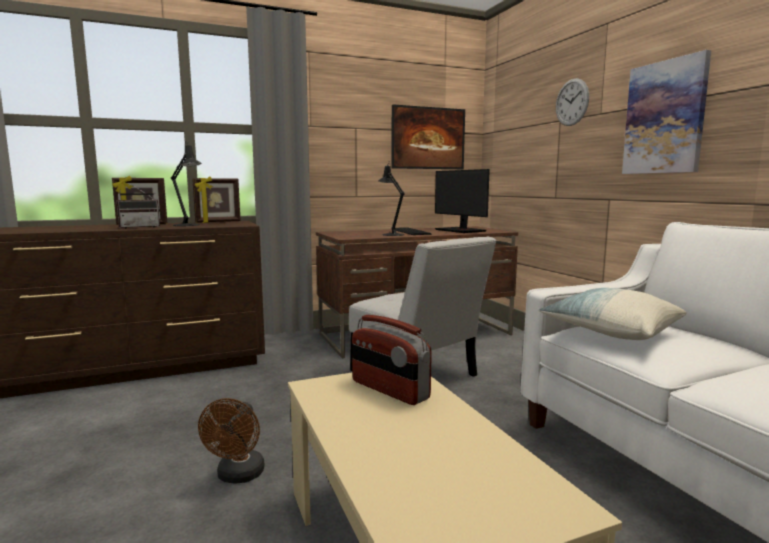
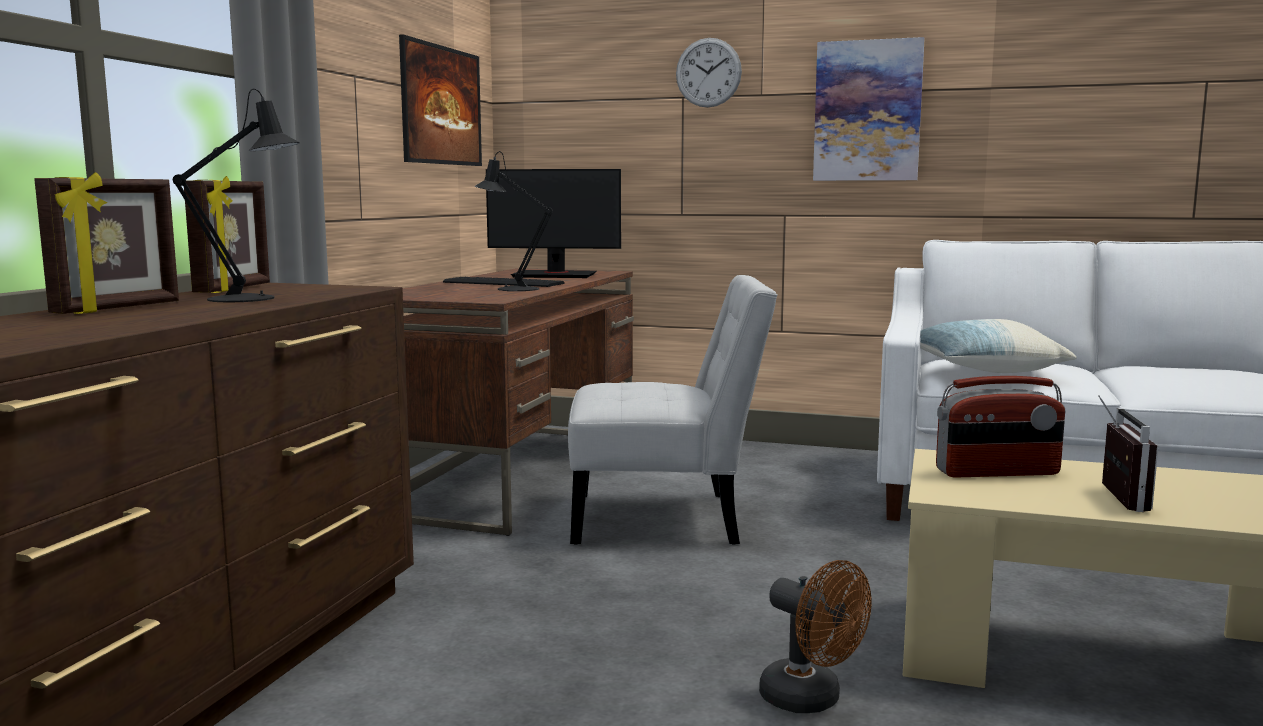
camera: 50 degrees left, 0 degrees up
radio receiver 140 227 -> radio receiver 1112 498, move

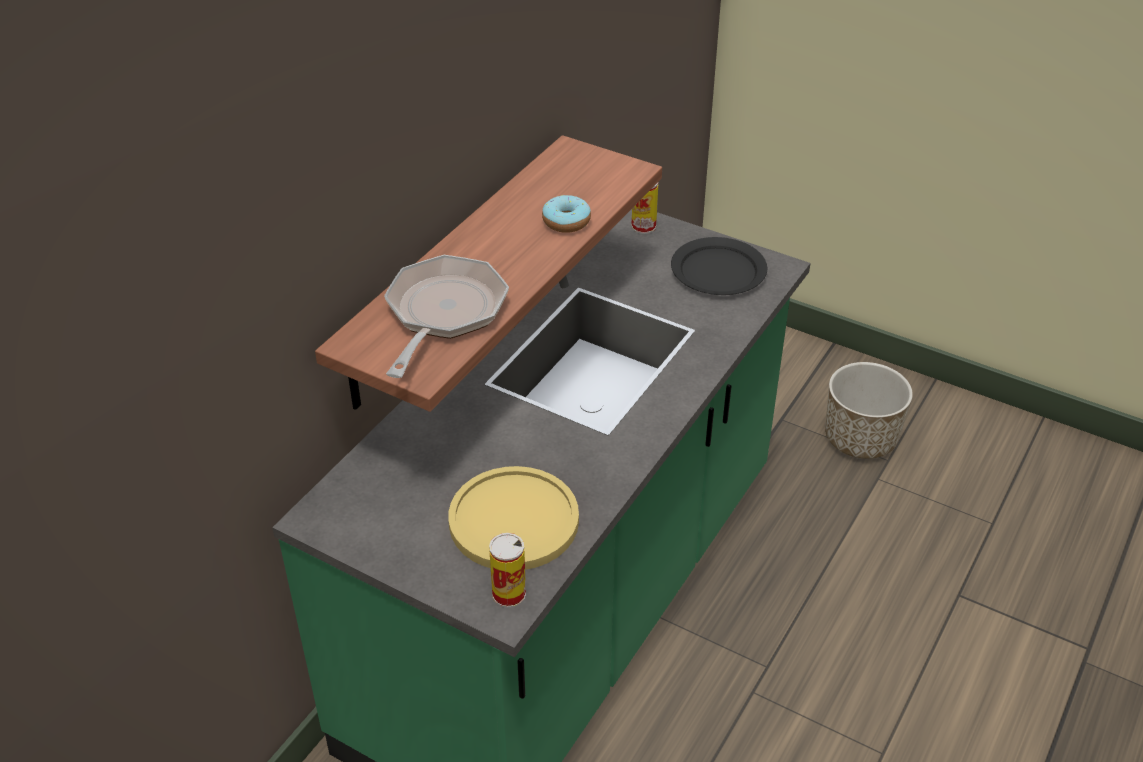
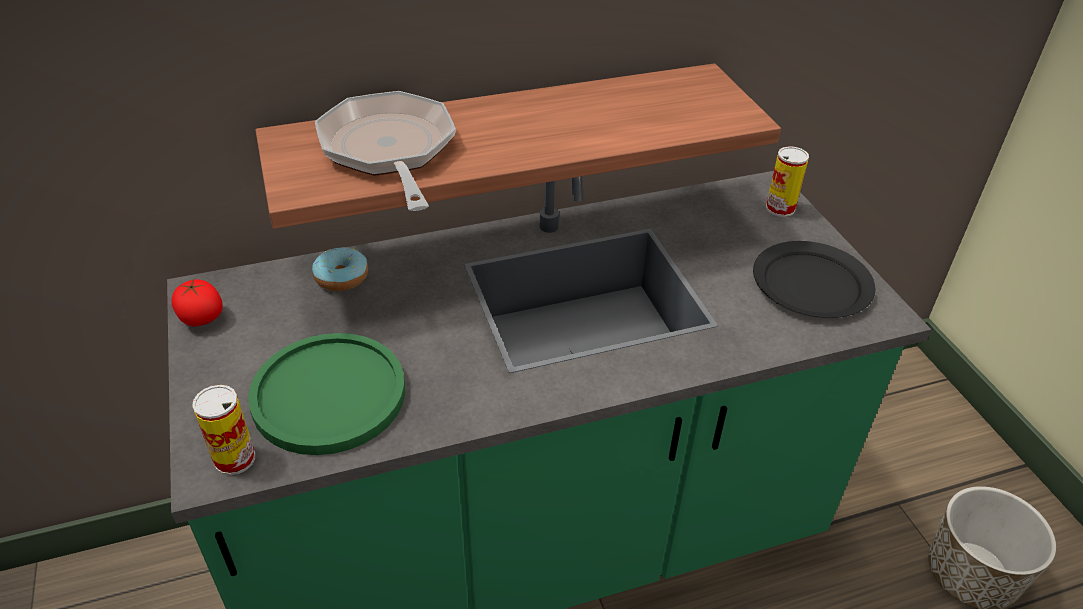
camera: 40 degrees right, 0 degrees up
none -> fresh tomato 201 318
yellow-coloured flat dish 514 520 -> green flat dish 329 395
donut 566 222 -> donut 342 277, move
frying pan 443 314 -> frying pan 389 152, 75 degrees counterclockwise

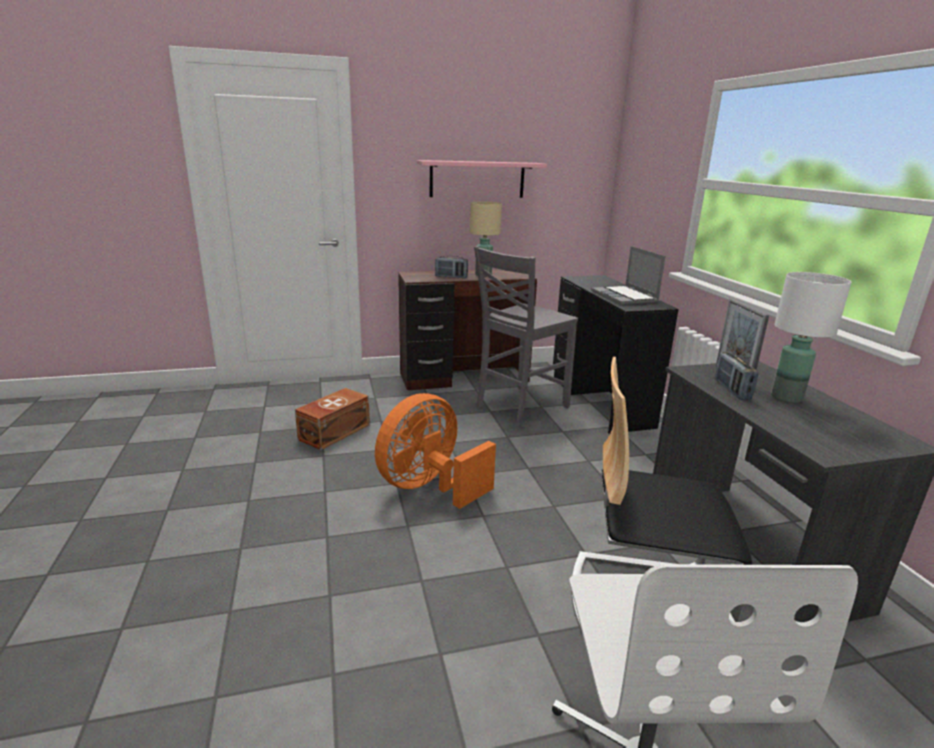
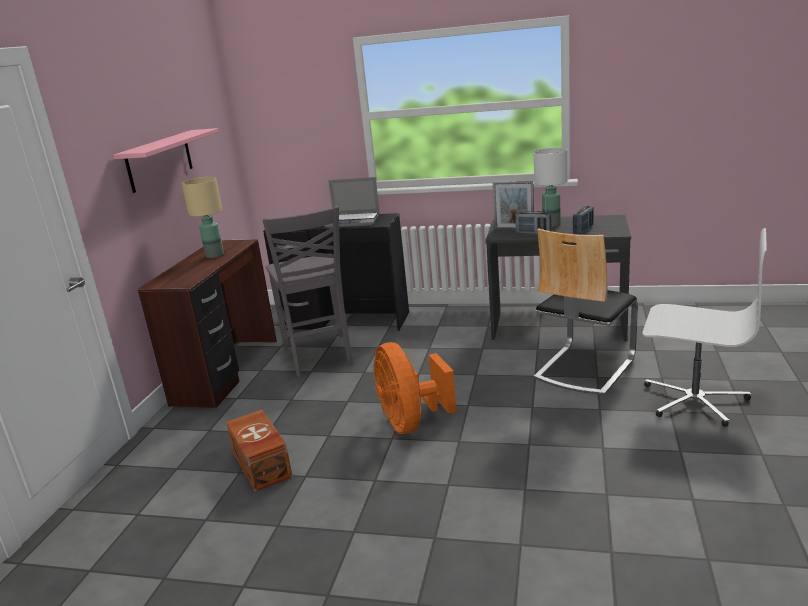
camera: 60 degrees left, 0 degrees up
radio receiver 451 277 -> radio receiver 583 230, move

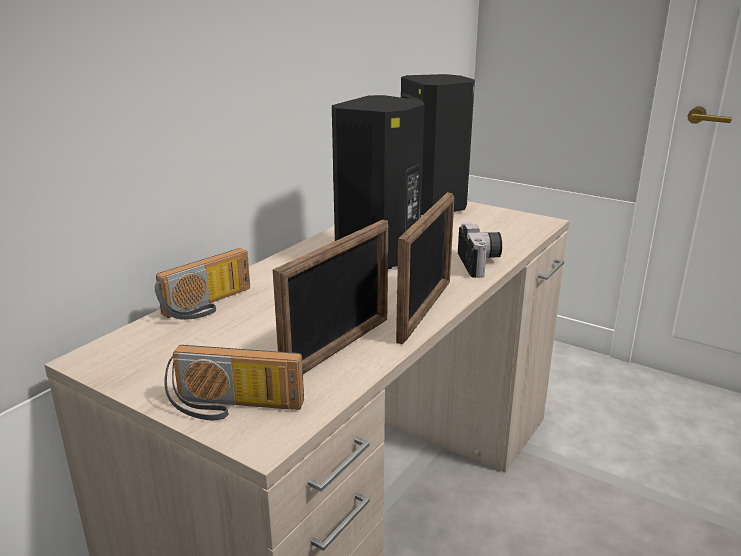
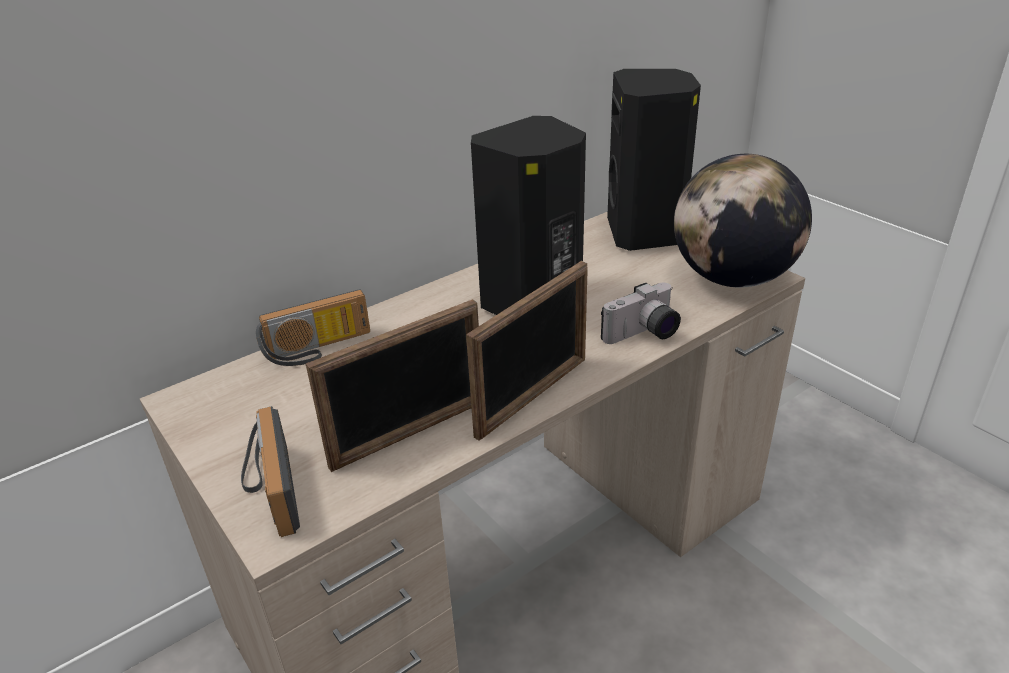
camera: 20 degrees right, 10 degrees up
radio receiver 233 408 -> radio receiver 268 490, 45 degrees clockwise
still camera 481 263 -> still camera 643 335, 45 degrees clockwise
none -> globe 732 278

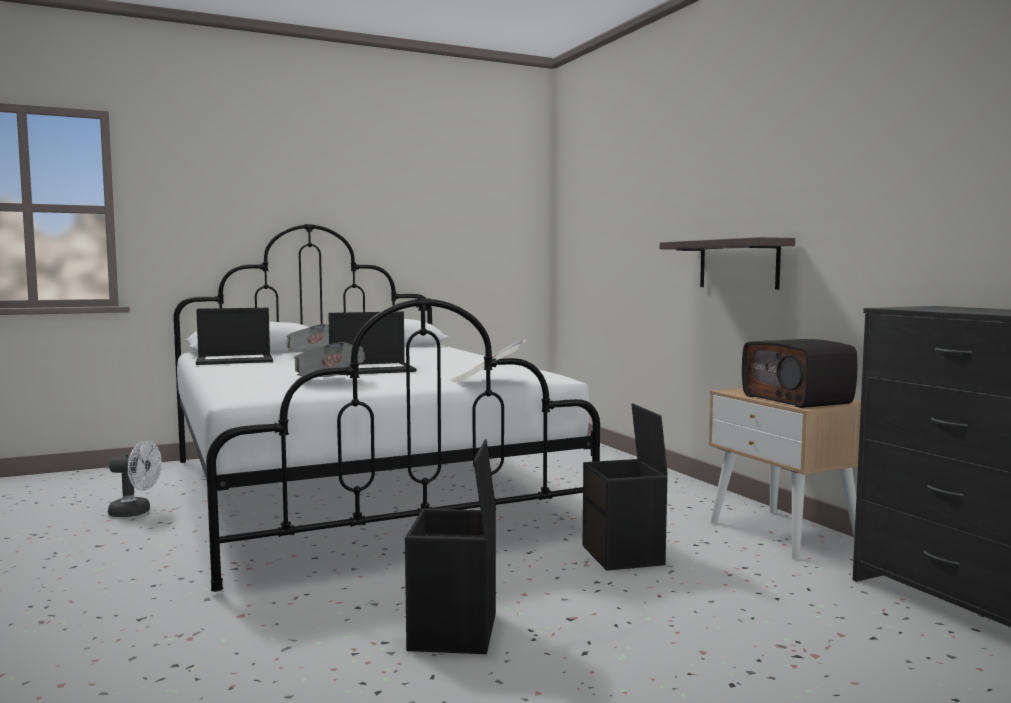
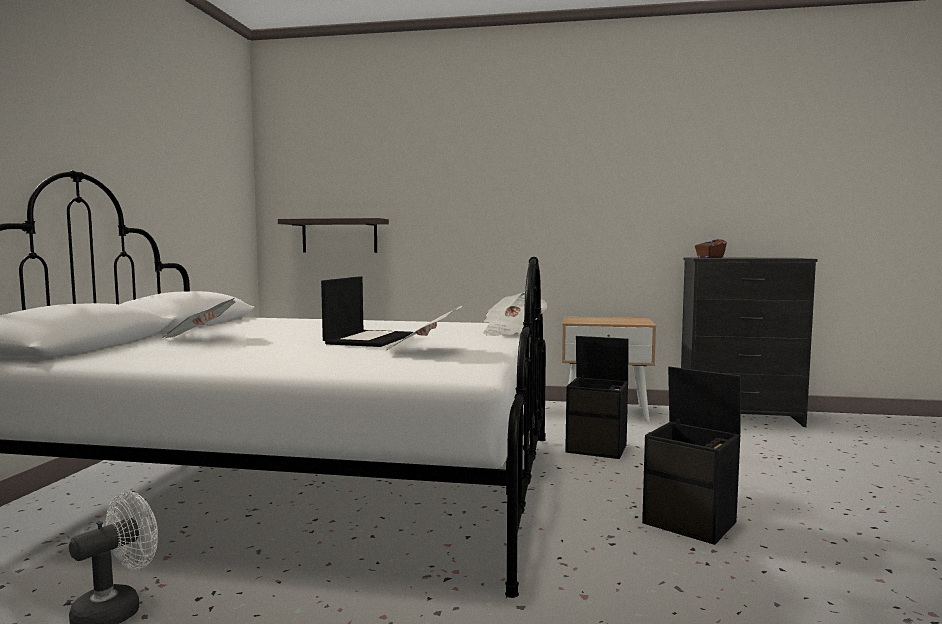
camera: 55 degrees left, 0 degrees up
bracket shelf 738 264 -> bracket shelf 339 236, move
none -> brown-coloured tissue box 709 257
portable computer 235 360 -> none
radio receiver 798 399 -> none

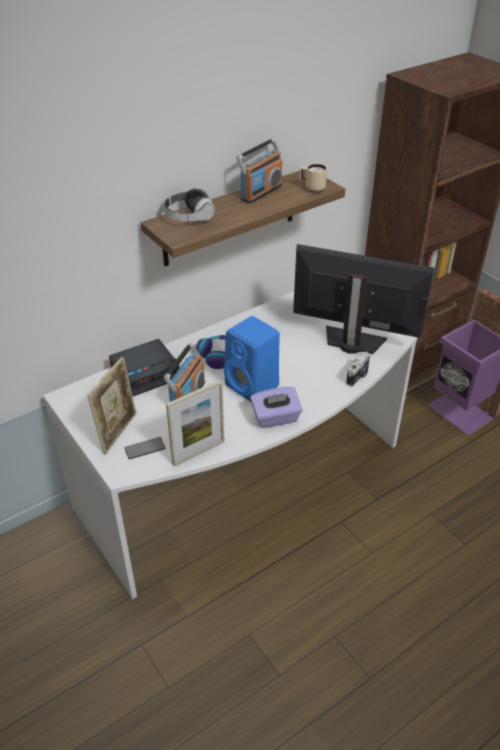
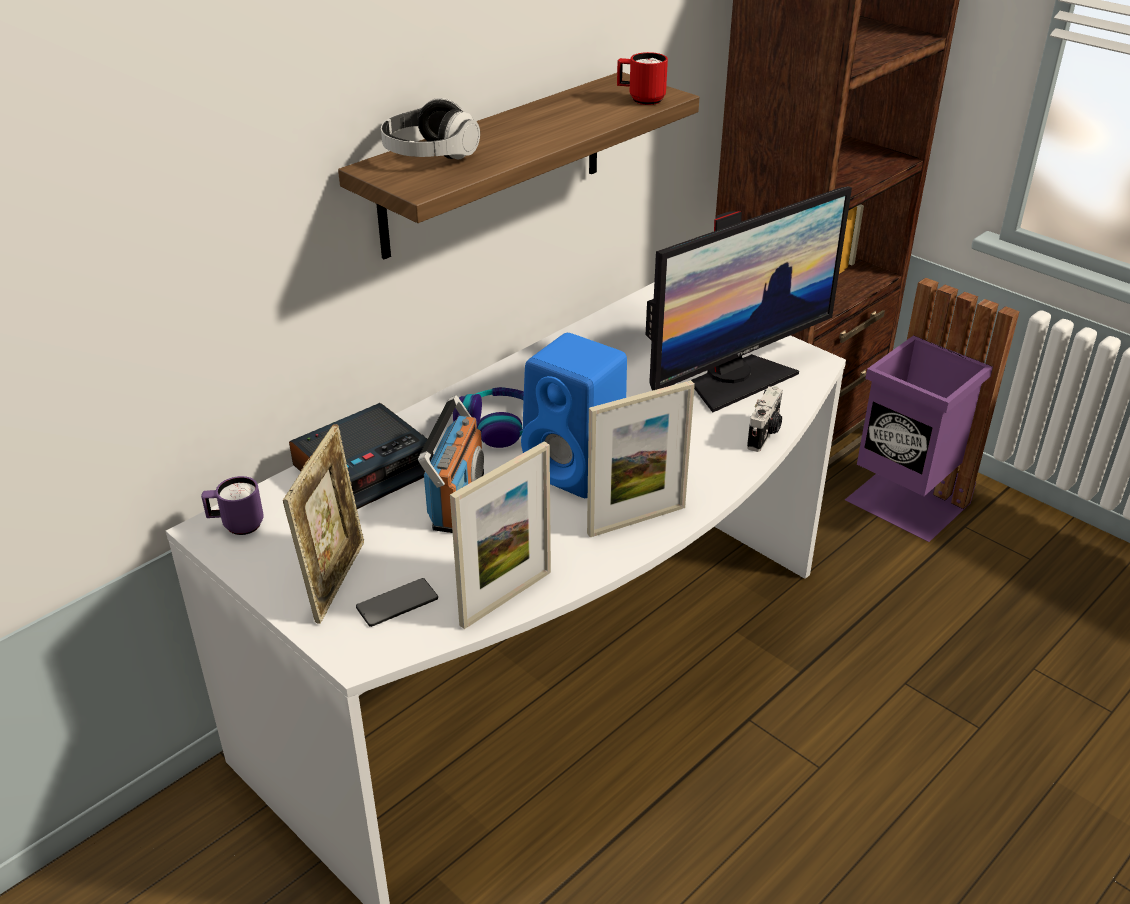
camera: 10 degrees left, 5 degrees down
none -> purple mug 237 525
purple tissue box 276 418 -> photo frame 636 520
sand-coloured mug 312 188 -> reddish mug 641 99
computer display 352 342 -> computer display 735 379, 135 degrees clockwise
radio receiver 260 192 -> none

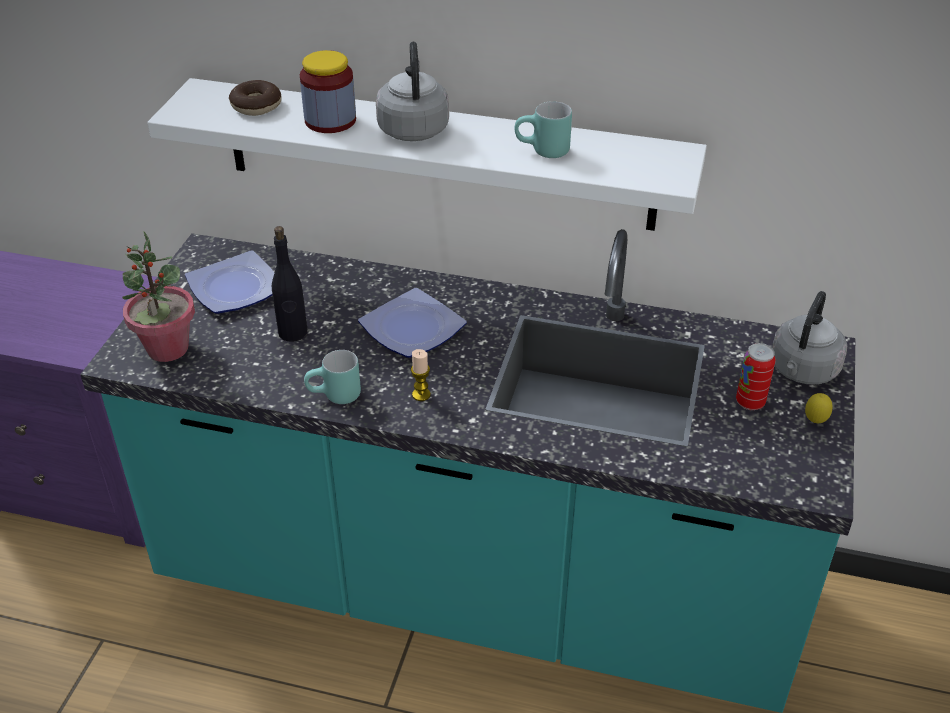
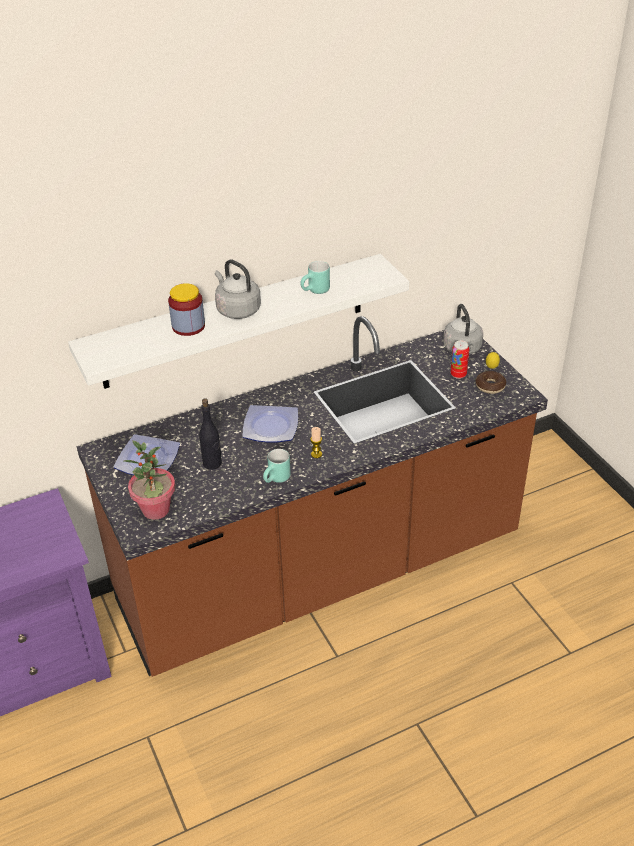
camera: 40 degrees left, 0 degrees up
turquoise counter 475 590 -> brown-coloured counter 320 574
donut 256 106 -> donut 490 386, move

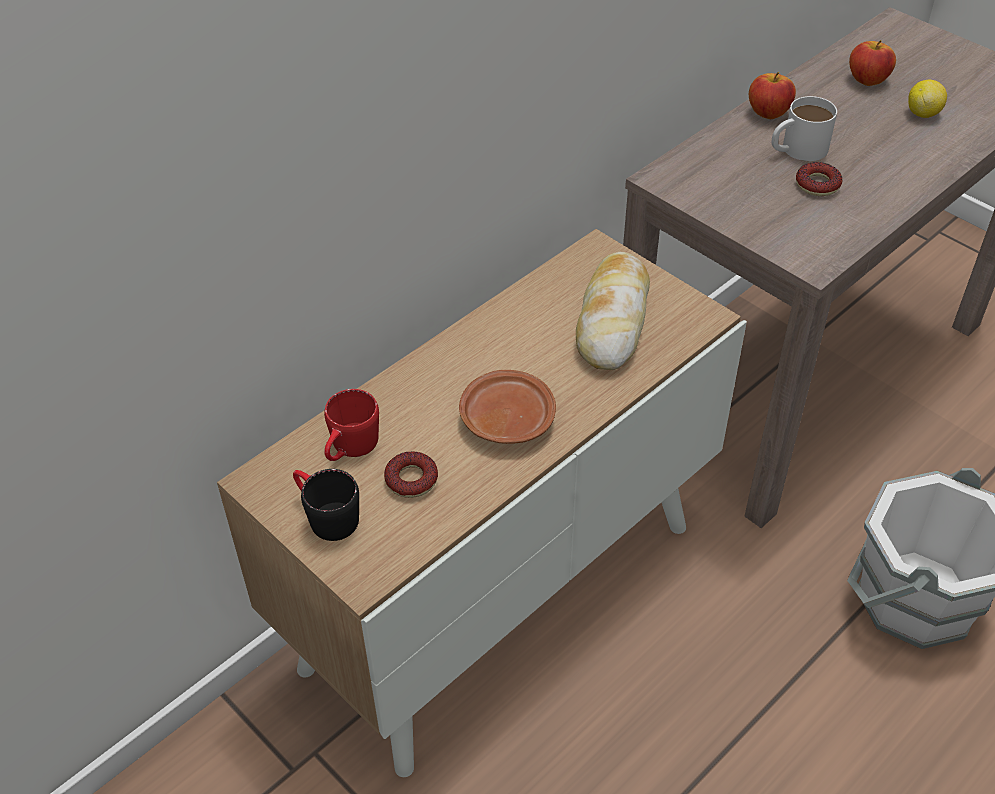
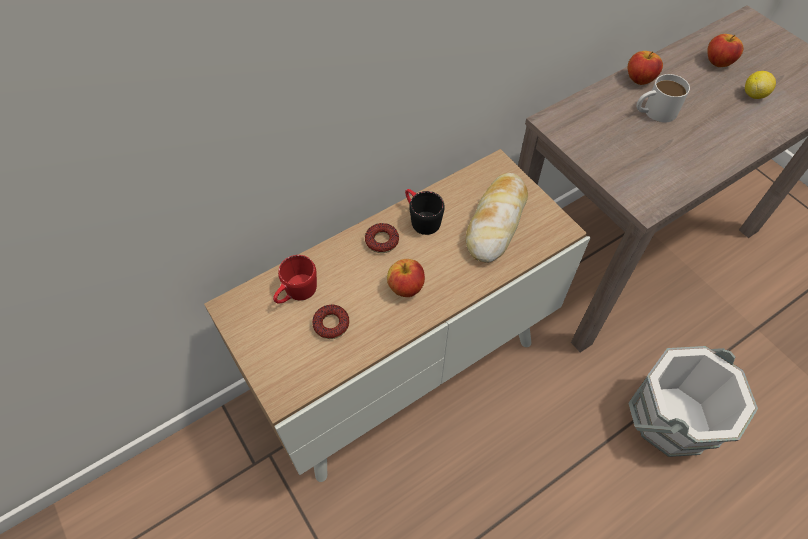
camera: 10 degrees right, 10 degrees up
donut 817 184 -> donut 382 241, move
brown-coloured flat dish 506 418 -> apple 406 287
blackish mug 325 516 -> blackish mug 420 218, move

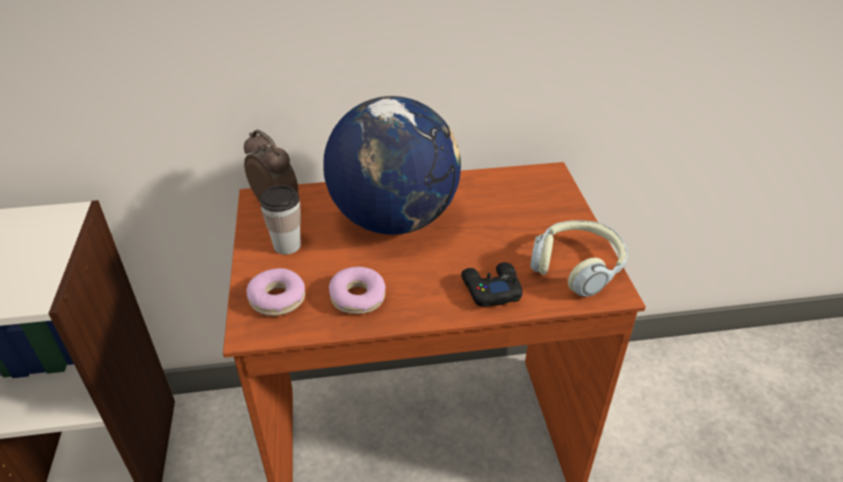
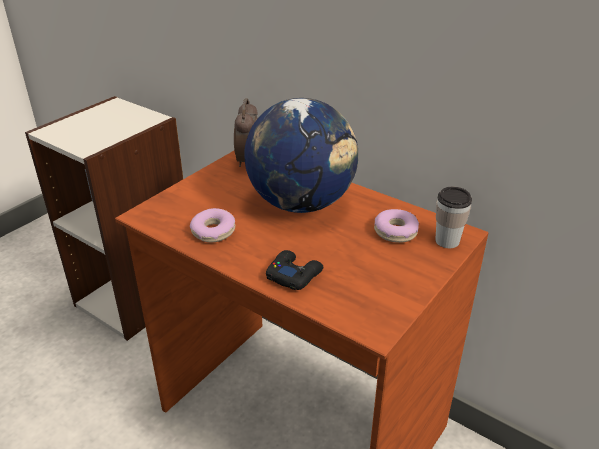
camera: 45 degrees right, 5 degrees down
donut 277 299 -> donut 395 231, move
drinking cup 287 245 -> drinking cup 447 241, move
headphones 577 266 -> none

